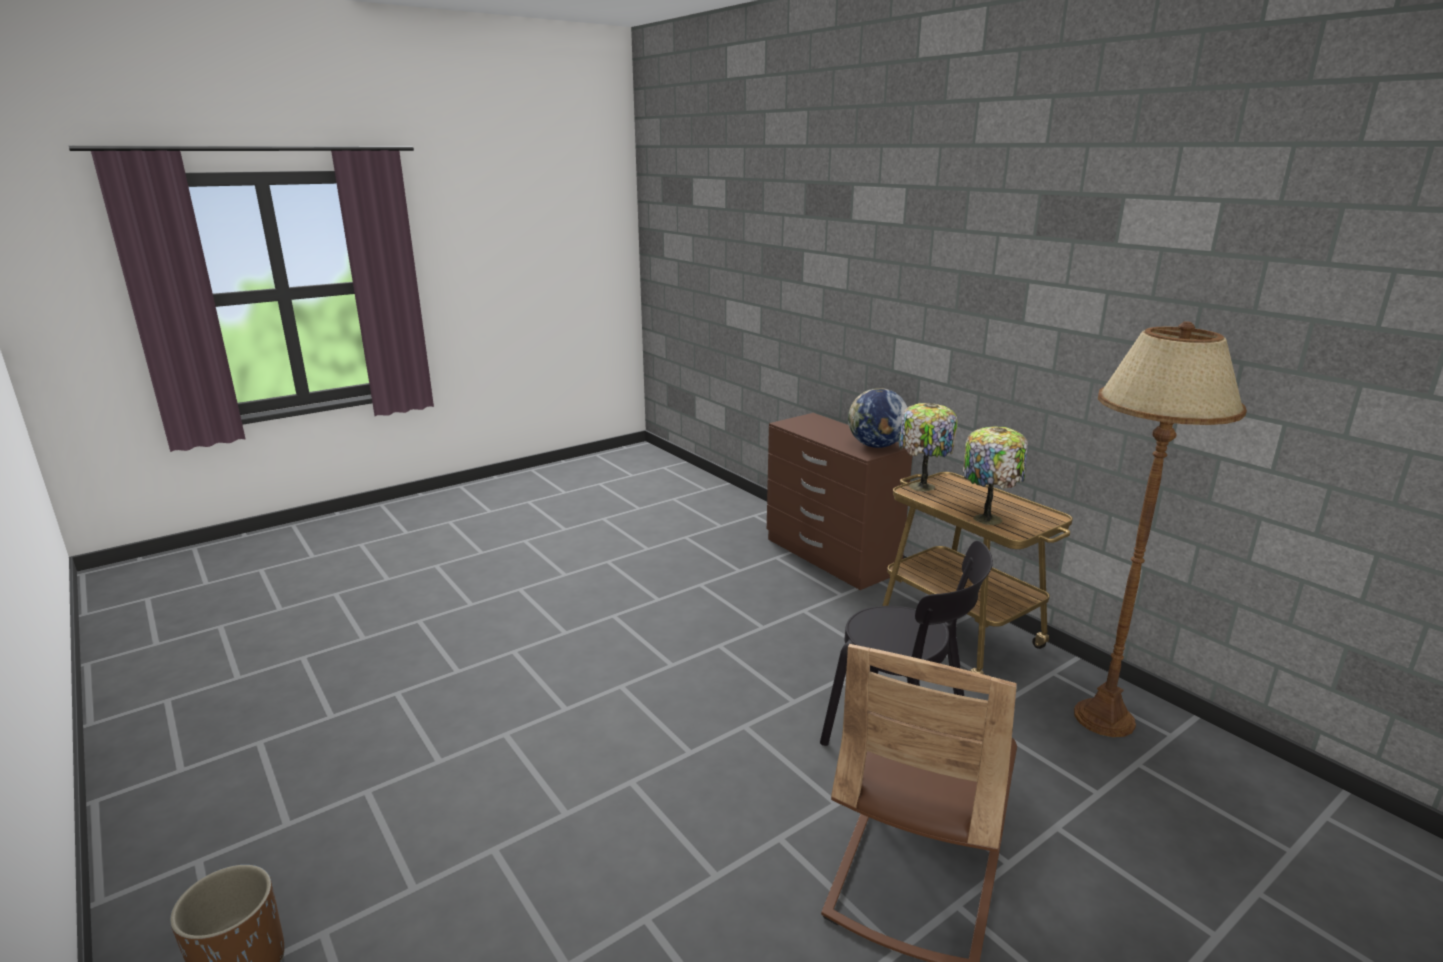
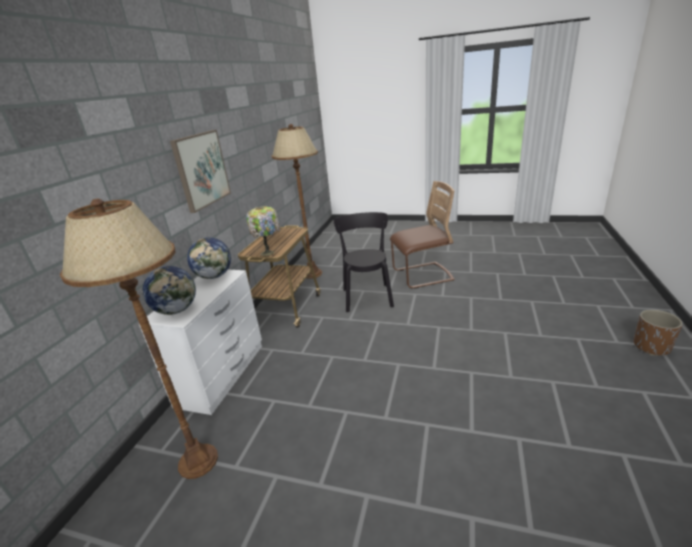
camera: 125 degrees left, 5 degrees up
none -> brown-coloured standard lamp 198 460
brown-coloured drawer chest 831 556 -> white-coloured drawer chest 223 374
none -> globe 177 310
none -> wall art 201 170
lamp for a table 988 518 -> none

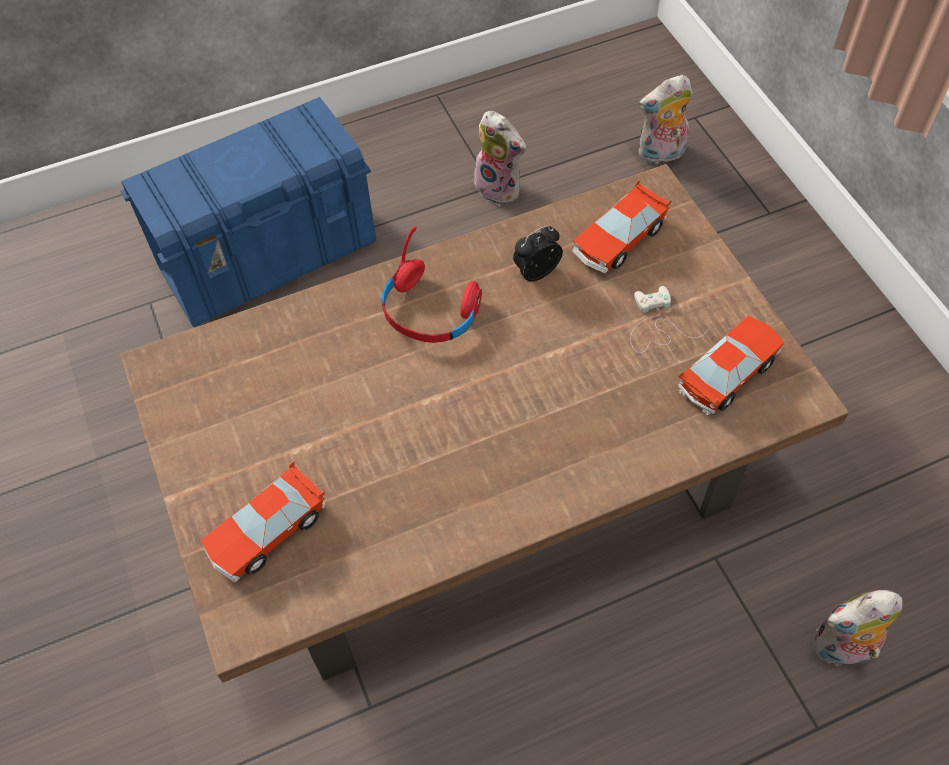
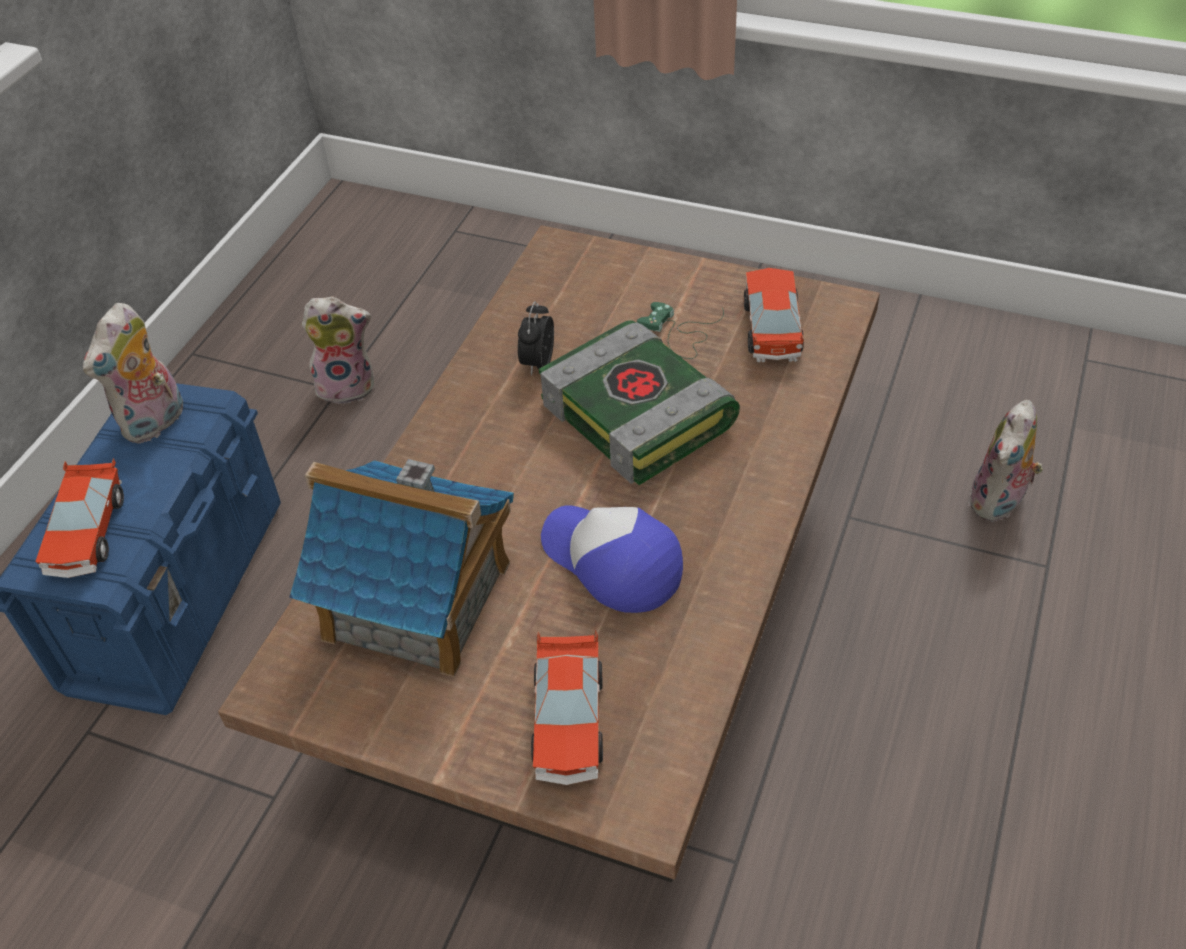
camera: 45 degrees left, 10 degrees down
toy car 618 240 -> toy car 87 533, move
cuddly toy 661 154 -> cuddly toy 155 423, move
none -> miniature house 418 602
none -> bound book 641 415
none -> peaked cap 612 562
white-coloured joypad 656 325 -> green joypad 679 333
reddish headphones 430 312 -> none

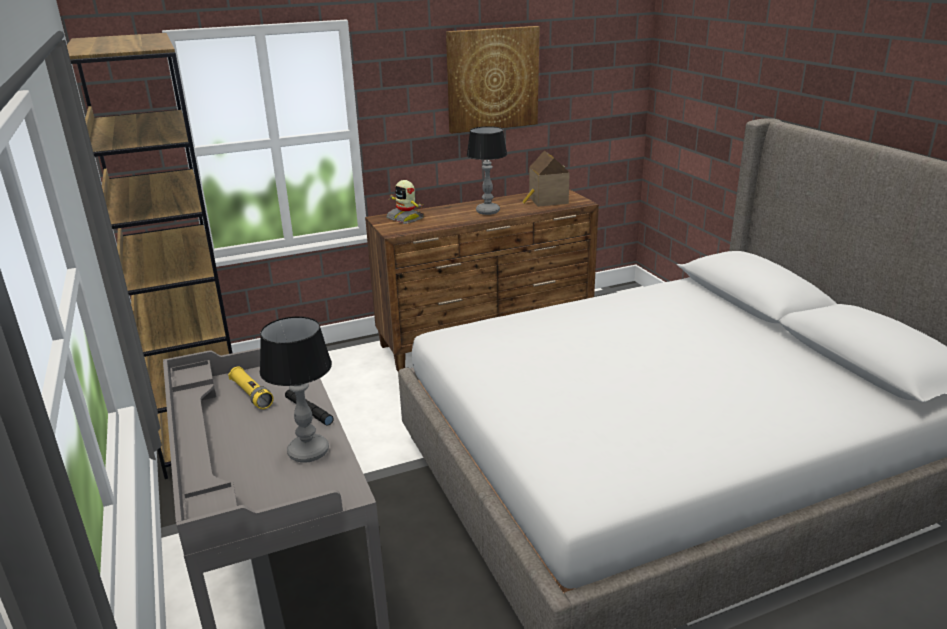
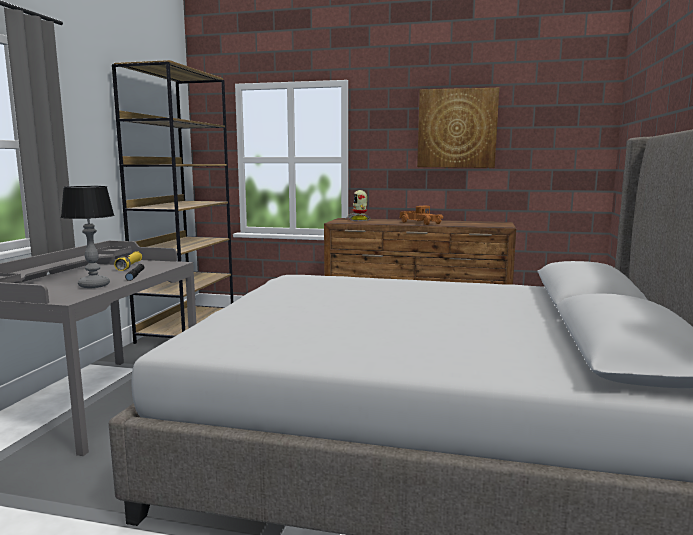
camera: 35 degrees right, 15 degrees down
lamp for a table 487 211 -> toy lorry 420 223
miniature house 546 201 -> none

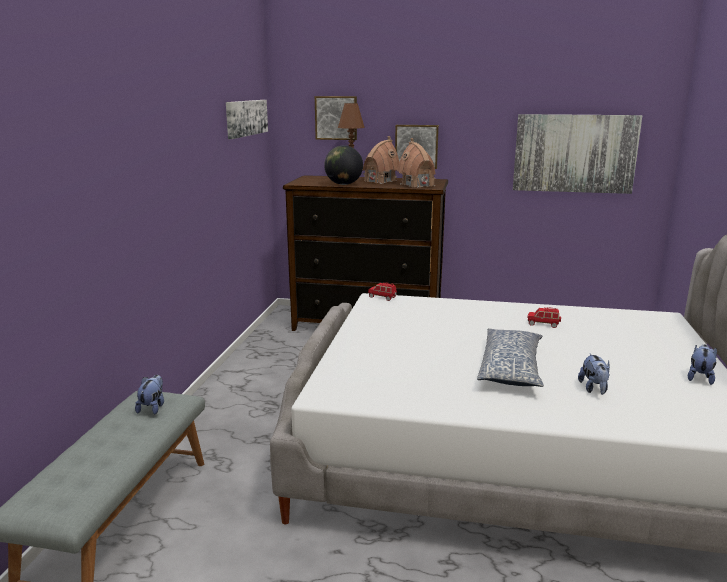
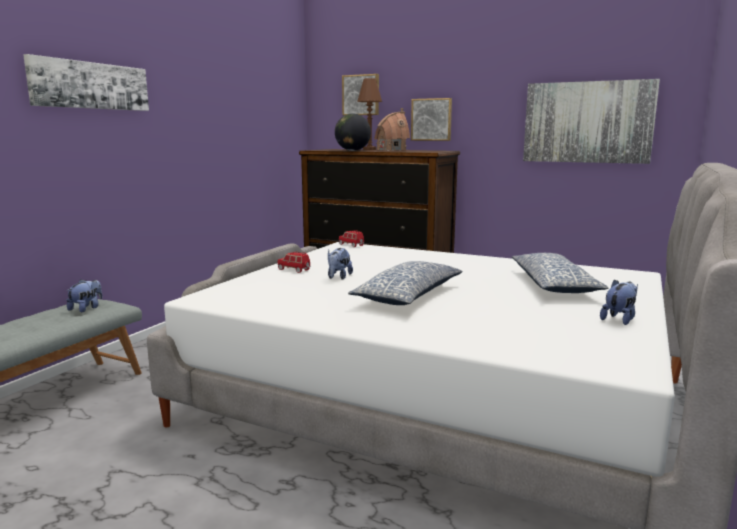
camera: 15 degrees right, 5 degrees down
wall art 246 118 -> wall art 90 85, move
reddish toy car 543 324 -> reddish toy car 294 270, move
cuddly toy 594 389 -> cuddly toy 338 277, move
none -> throw pillow 553 285
miniature house 417 185 -> none

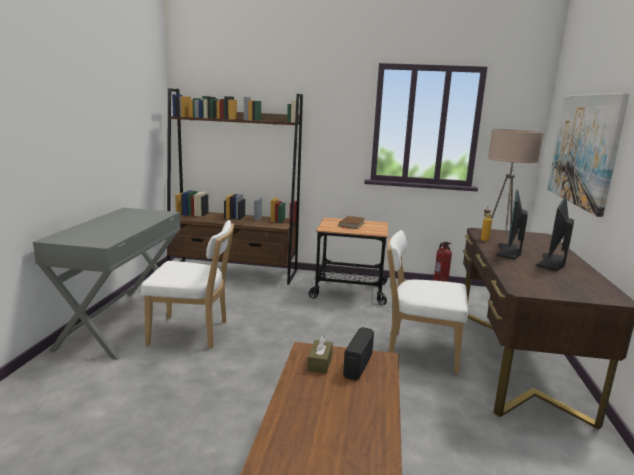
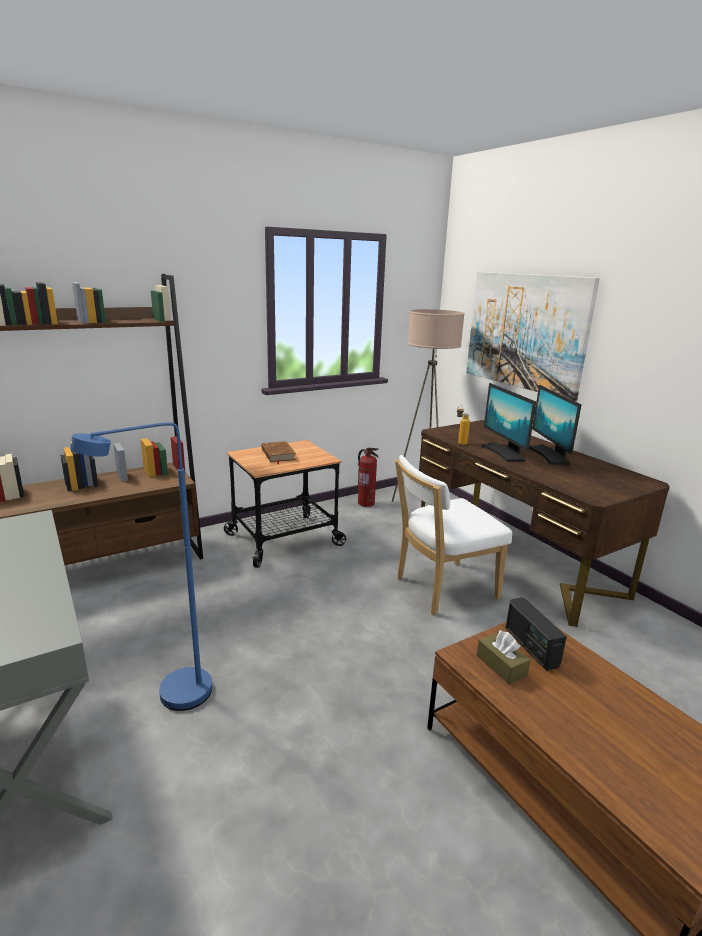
camera: 40 degrees left, 5 degrees up
white-coloured chair 193 333 -> blue standard lamp 172 699

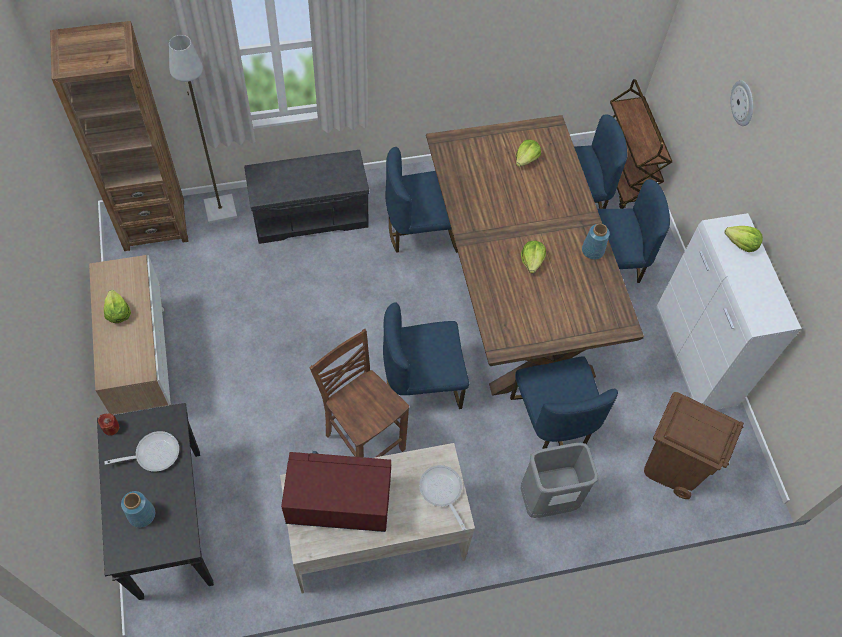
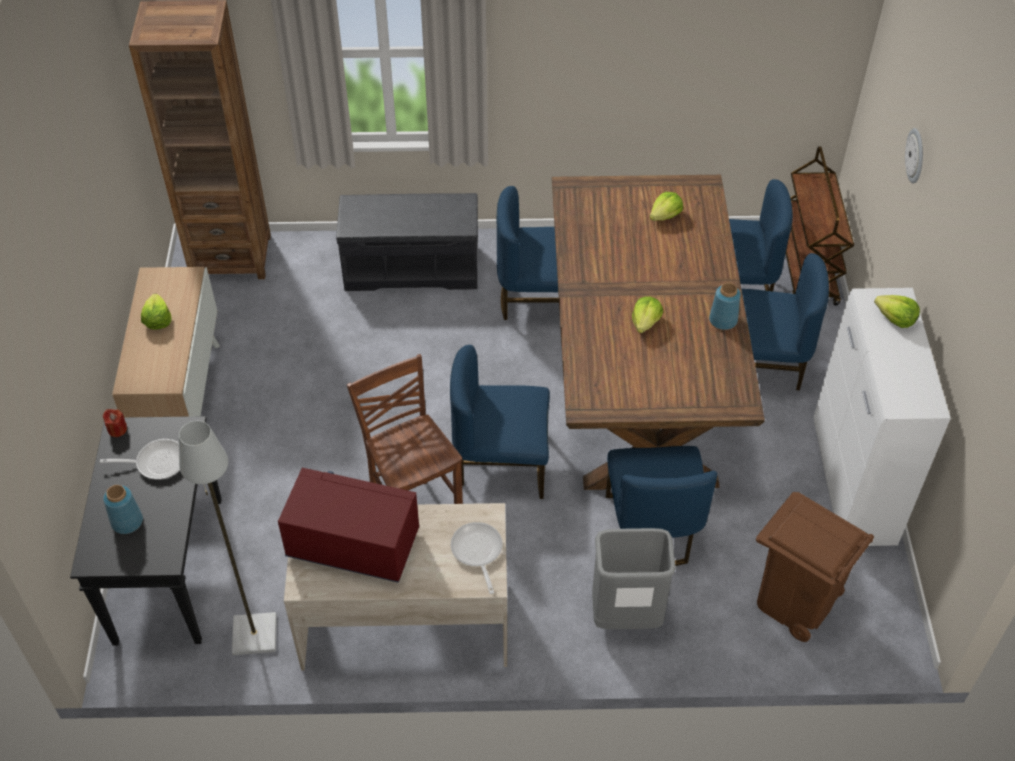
camera: 15 degrees right, 10 degrees down
gray standard lamp 220 210 -> gray standard lamp 254 636, move

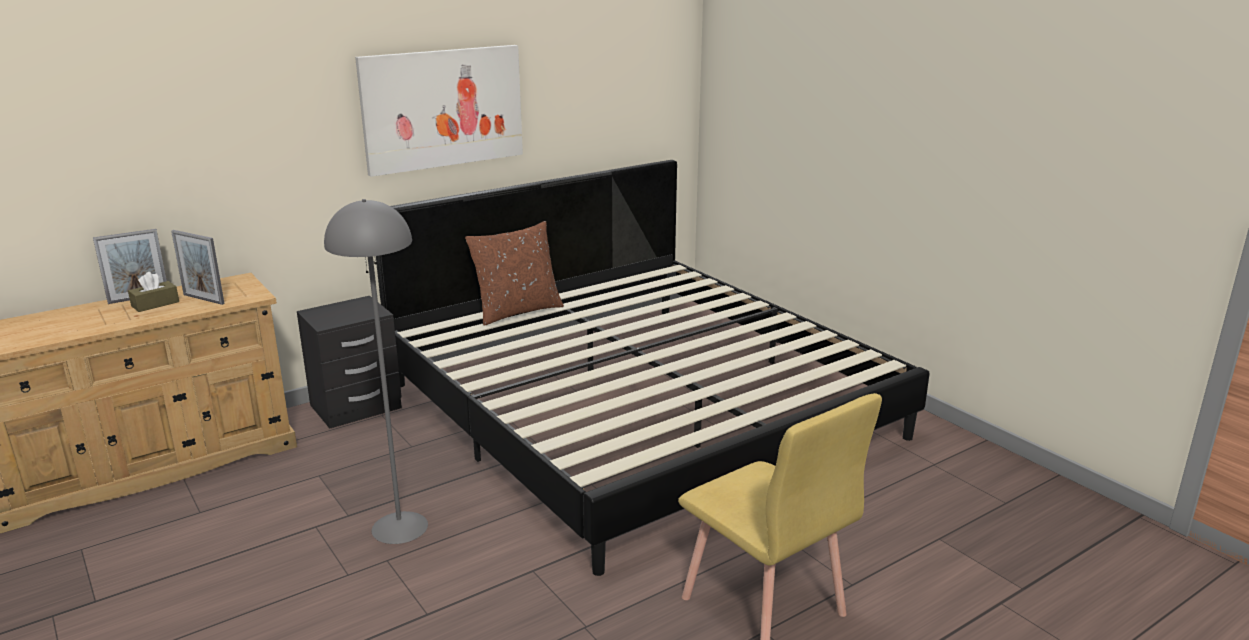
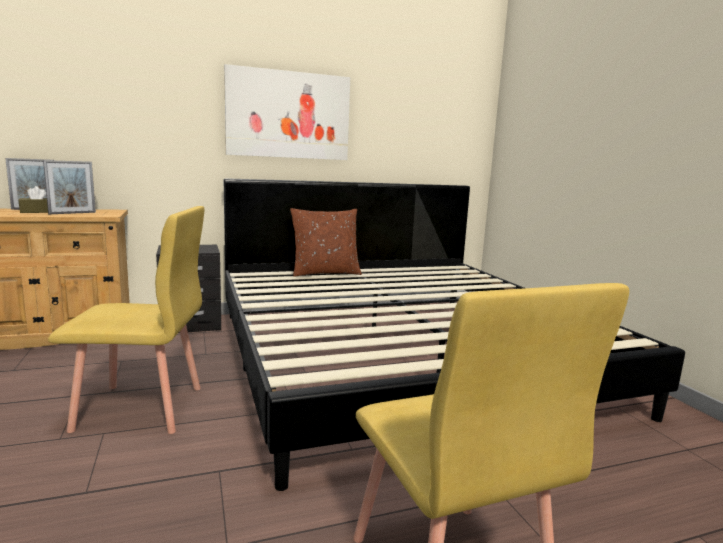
camera: 15 degrees right, 10 degrees down
photo frame 203 299 -> photo frame 72 213, 90 degrees counterclockwise
gray standard lamp 400 527 -> yellow-coloured chair 141 408

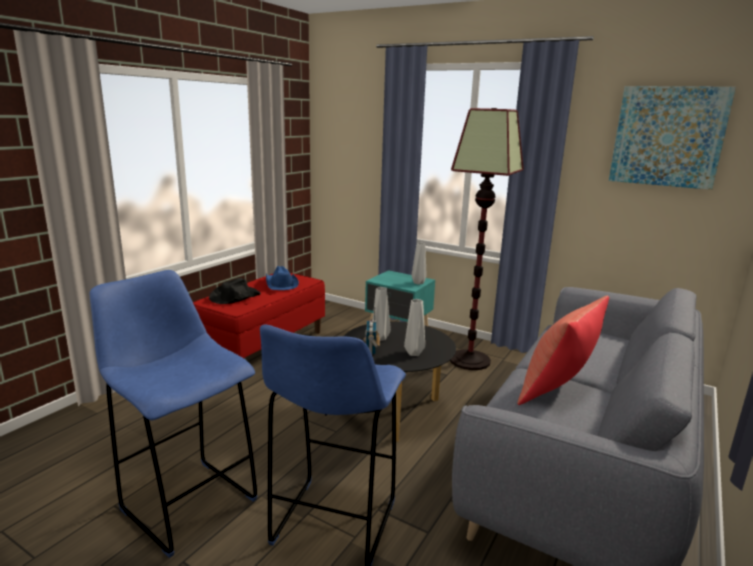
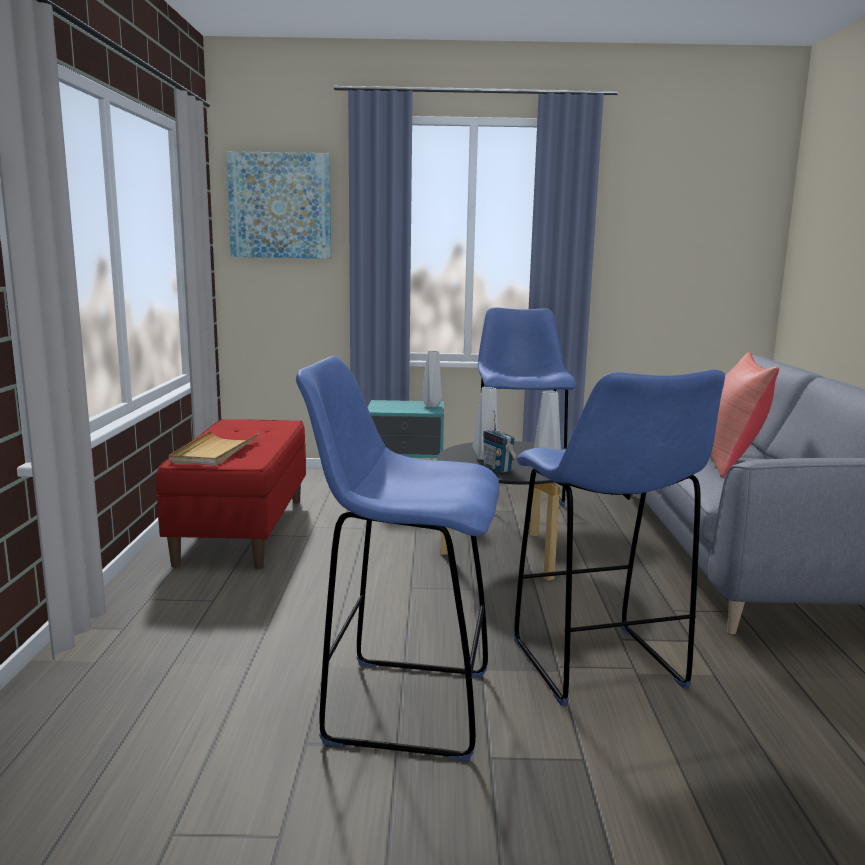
camera: 30 degrees left, 5 degrees down
blackish wearable hat 234 297 -> sand-coloured carrying tray 214 452
wall art 668 137 -> wall art 280 206, move
standard lamp 470 360 -> blue sitting stool 518 493
blue wearable hat 281 284 -> none

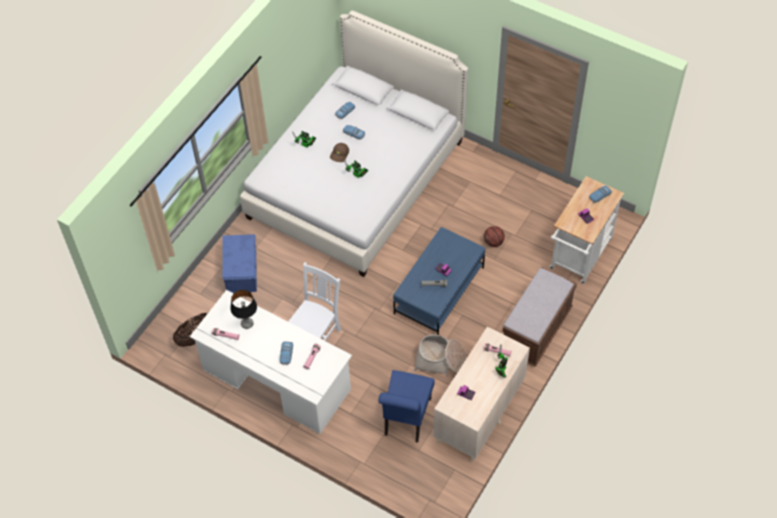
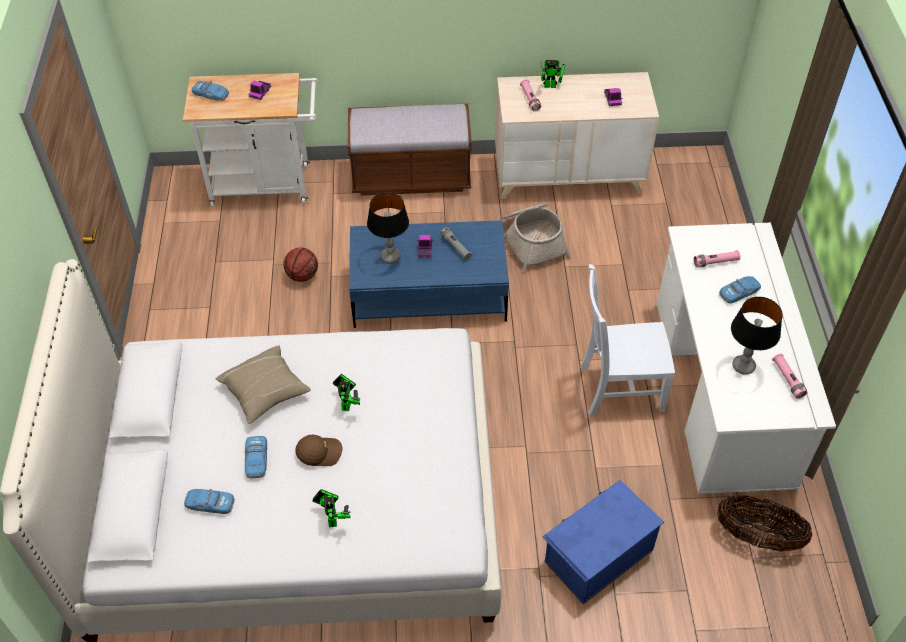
camera: 125 degrees left, 5 degrees down
none -> sand-coloured throw pillow 265 391
none -> lamp for a table 390 257
blue chair 406 420 -> none

